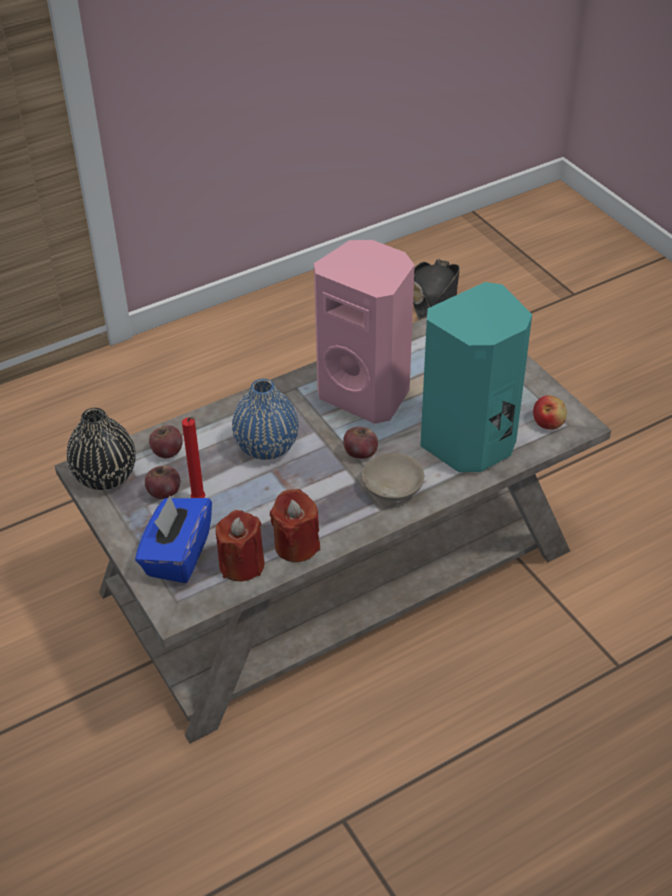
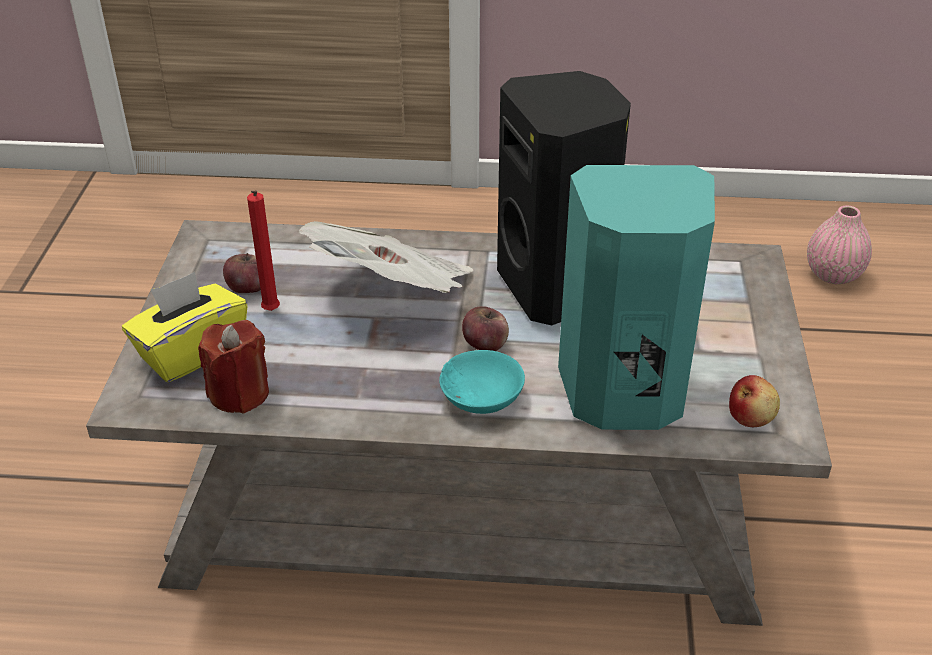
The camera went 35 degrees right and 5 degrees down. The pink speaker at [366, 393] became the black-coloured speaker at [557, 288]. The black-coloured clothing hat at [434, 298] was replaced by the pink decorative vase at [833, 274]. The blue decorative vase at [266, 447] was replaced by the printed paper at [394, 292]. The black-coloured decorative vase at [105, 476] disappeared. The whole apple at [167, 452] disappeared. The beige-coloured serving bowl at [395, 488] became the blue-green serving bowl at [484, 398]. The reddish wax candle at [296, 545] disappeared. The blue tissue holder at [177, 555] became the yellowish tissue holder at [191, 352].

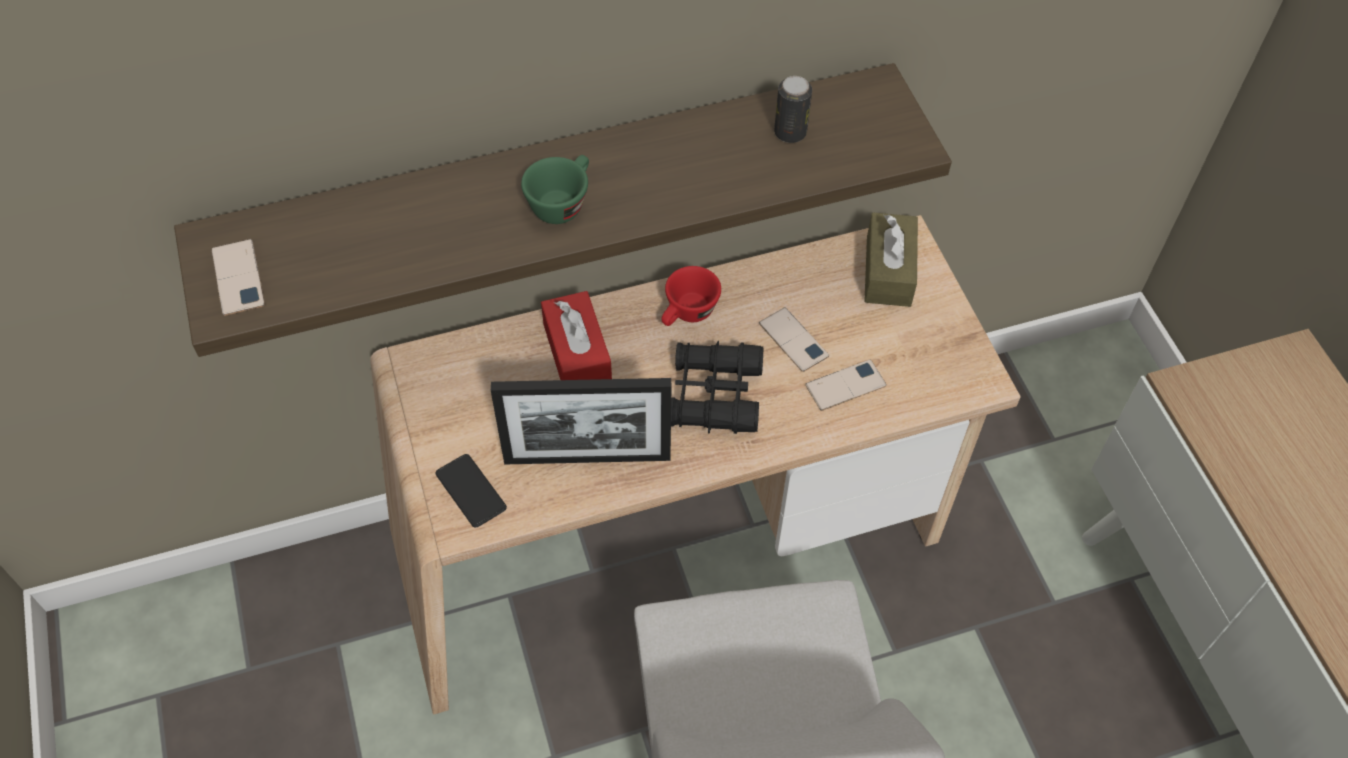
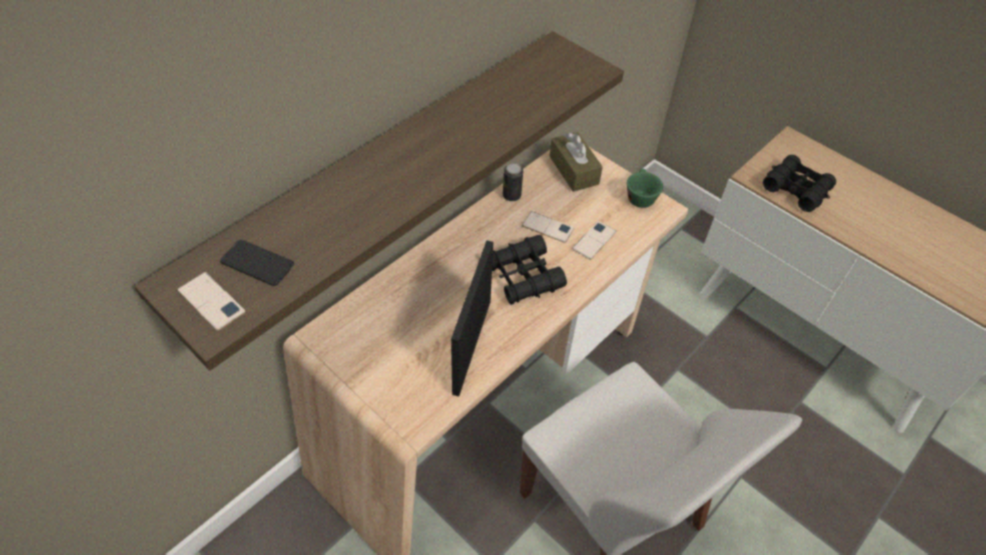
The camera went 30 degrees left and 5 degrees down. The sealed can moved from [790, 132] to [511, 195]. The green small cup moved from [562, 202] to [639, 196]. The reddish small cup at [687, 314] disappeared. The reddish tissue holder at [577, 353] disappeared. The picture frame at [587, 458] turned 135 degrees clockwise. The telephone moved from [471, 491] to [257, 263]. The black-coloured field glasses at [796, 189] appeared.

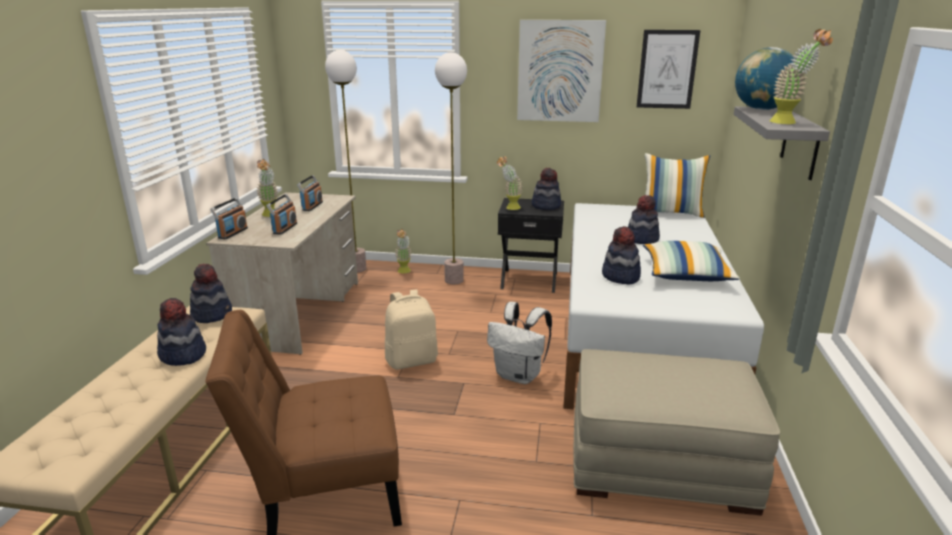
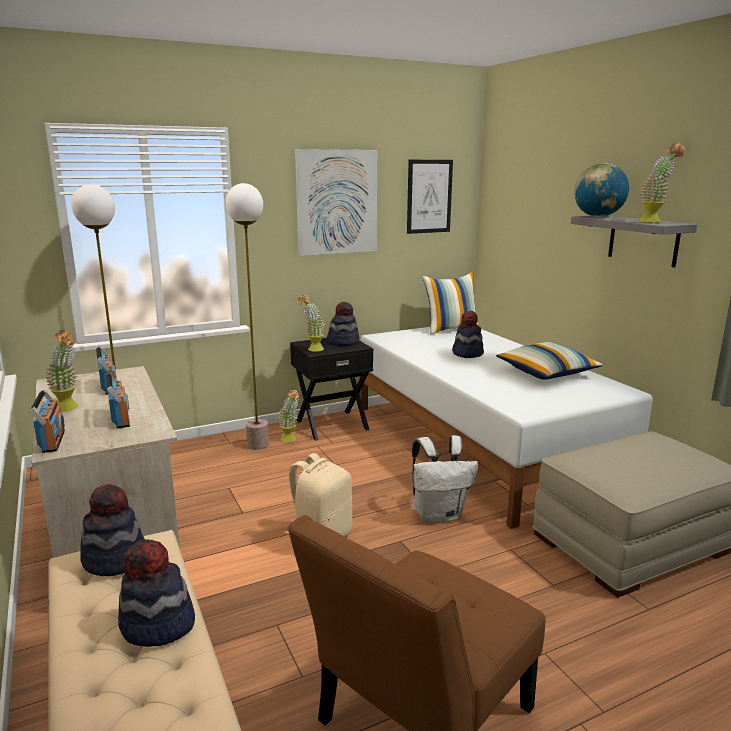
The camera went 35 degrees left and 5 degrees down. The clothing hat at [620, 277] disappeared. The potted plant moved from [404, 272] to [290, 440].

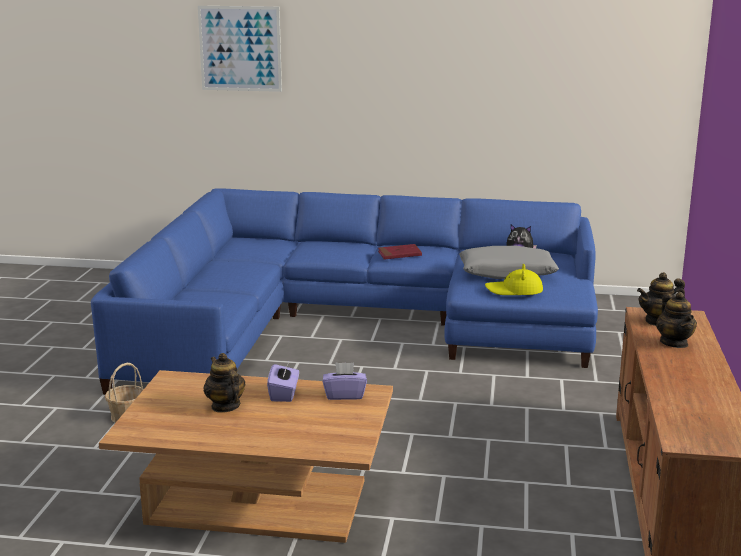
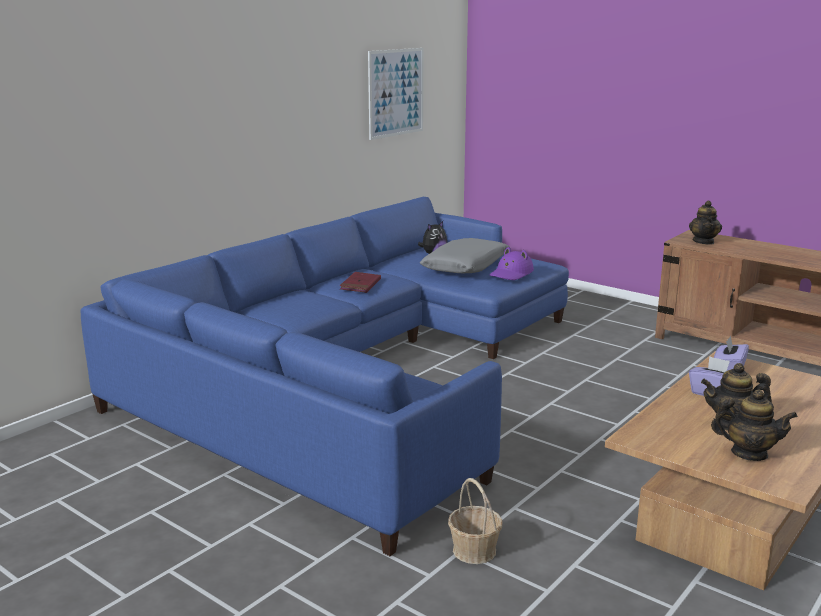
The camera went 60 degrees left and 0 degrees up. The wall art moved from [240, 48] to [396, 92]. The yellowish clothing hat at [514, 290] became the purple-coloured clothing hat at [511, 274]. The pot for tea moved from [674, 343] to [749, 453].

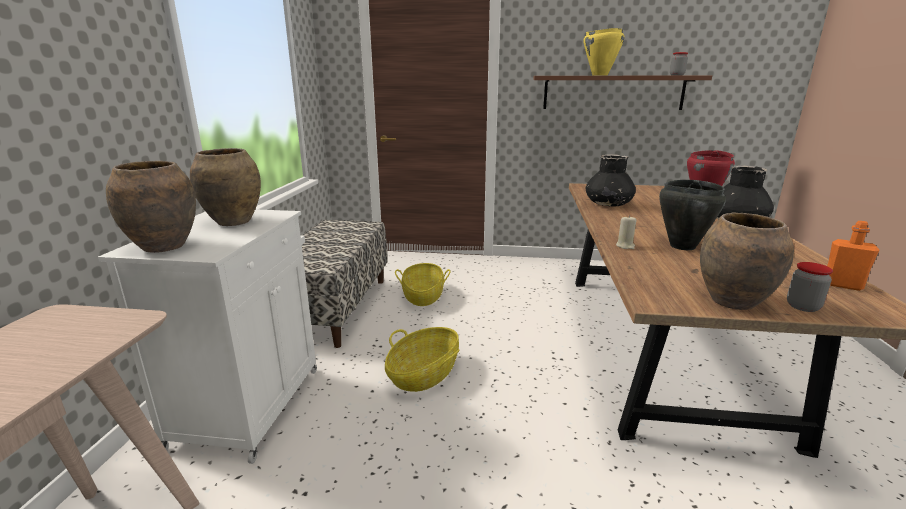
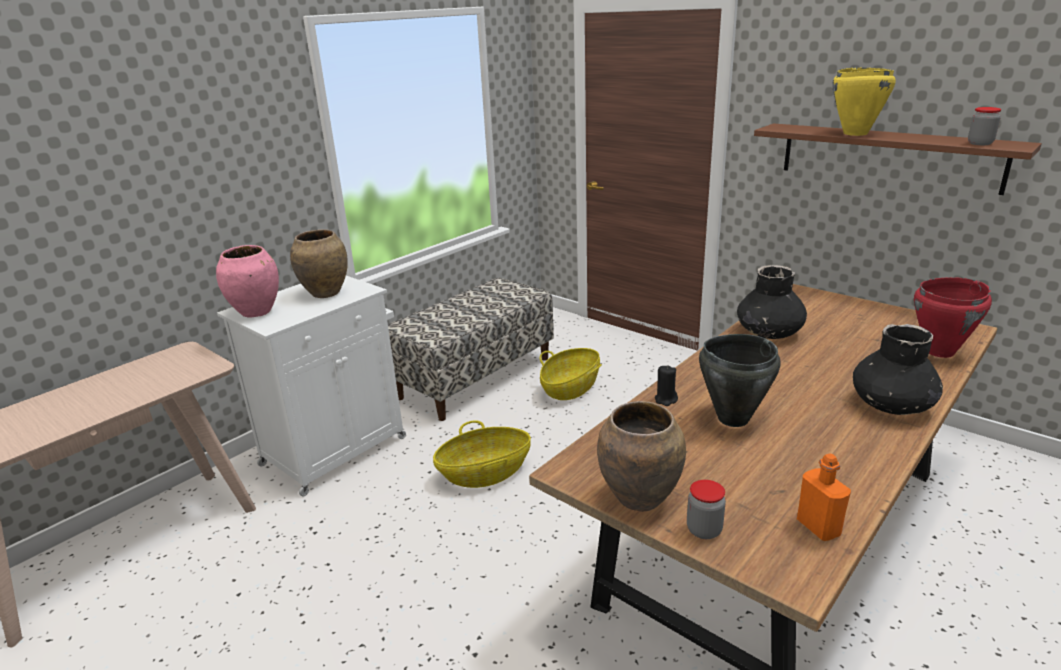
The camera went 35 degrees right and 5 degrees up. The brown-coloured decorative vase at [164, 247] became the pink decorative vase at [257, 312]. The beige-coloured wax candle at [625, 246] became the black-coloured wax candle at [666, 400].

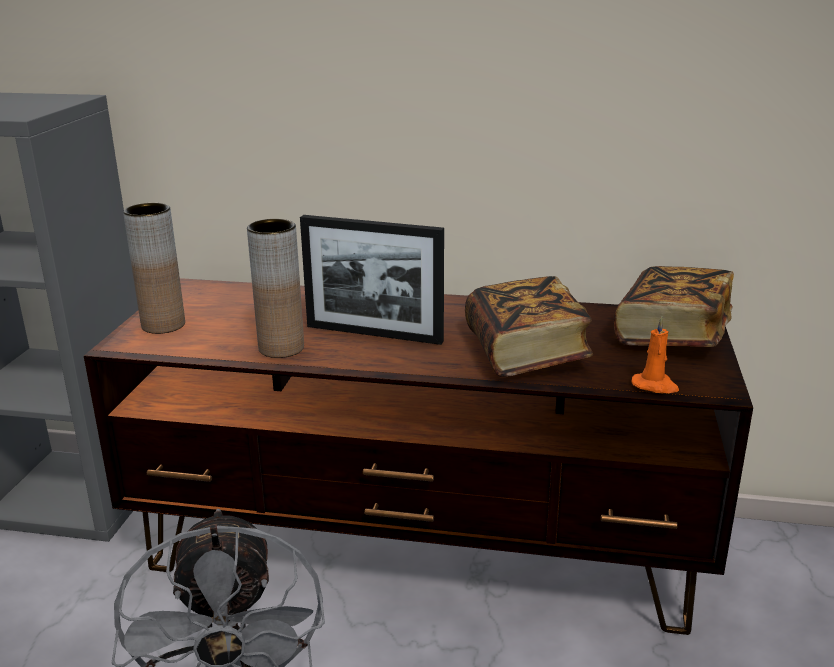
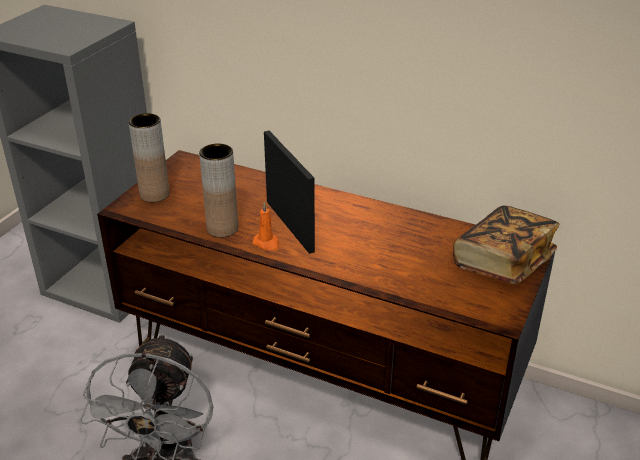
The camera went 15 degrees right and 10 degrees up. The picture frame at [374, 334] turned 150 degrees counterclockwise. The bound book at [525, 352] disappeared. The orange wax candle moved from [655, 386] to [267, 243].

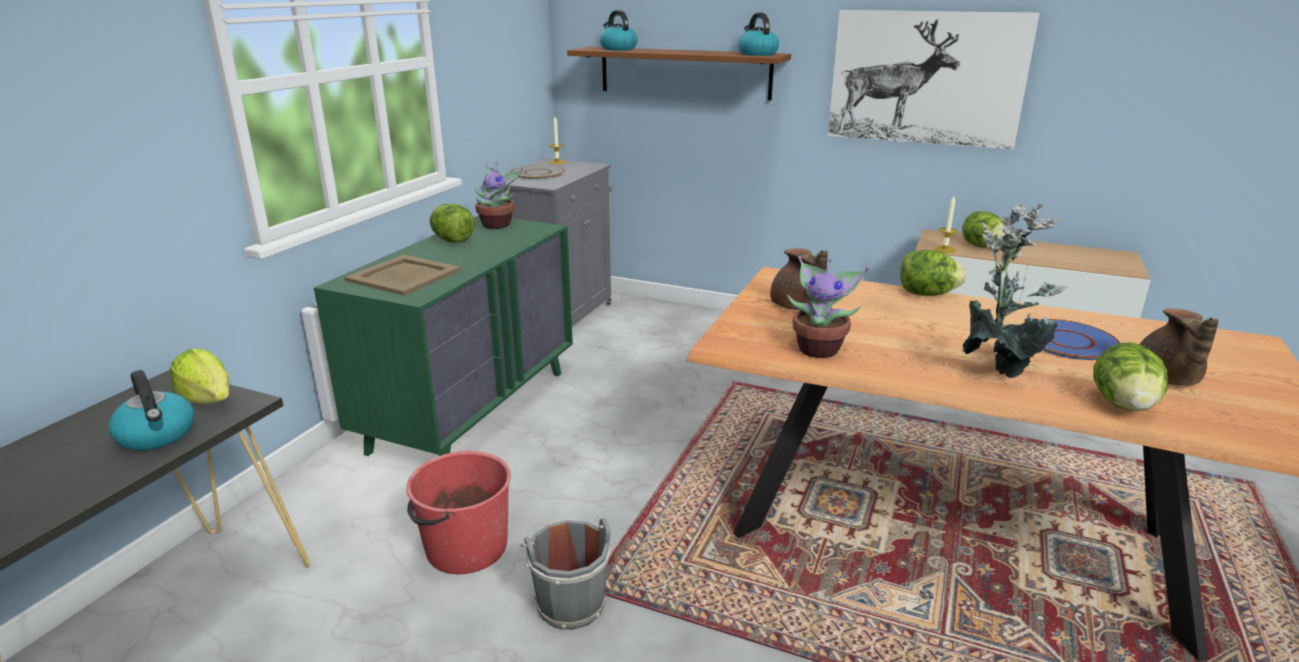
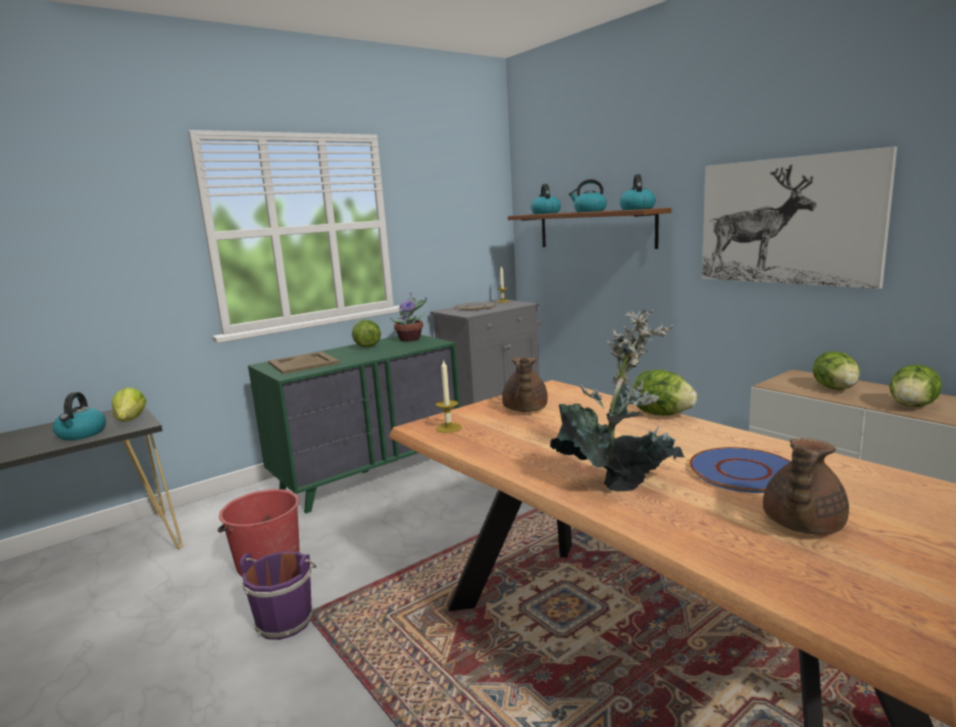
The camera went 30 degrees right and 10 degrees down. The wax candle moved from [945, 249] to [448, 428]. The potted plant at [819, 349] disappeared. The head of lettuce moved from [1123, 405] to [912, 406]. The grey pail at [569, 602] became the purple-coloured pail at [285, 619]. The tea kettle at [589, 211] appeared.

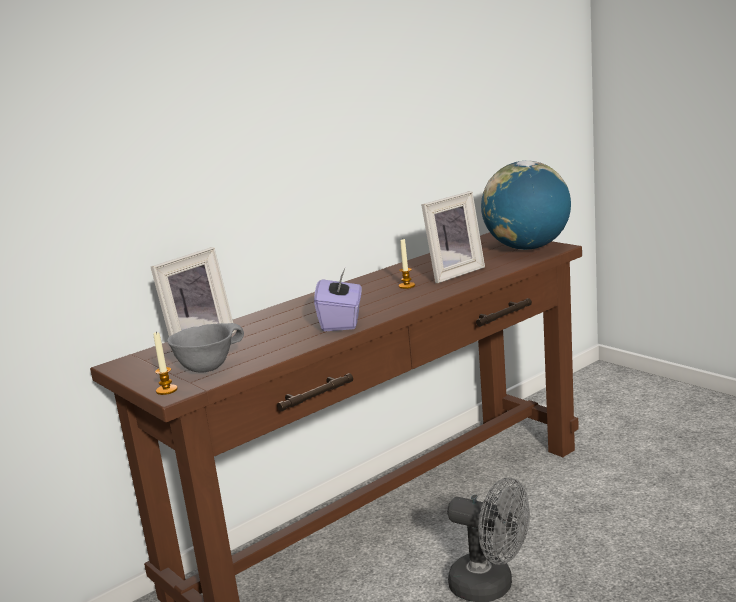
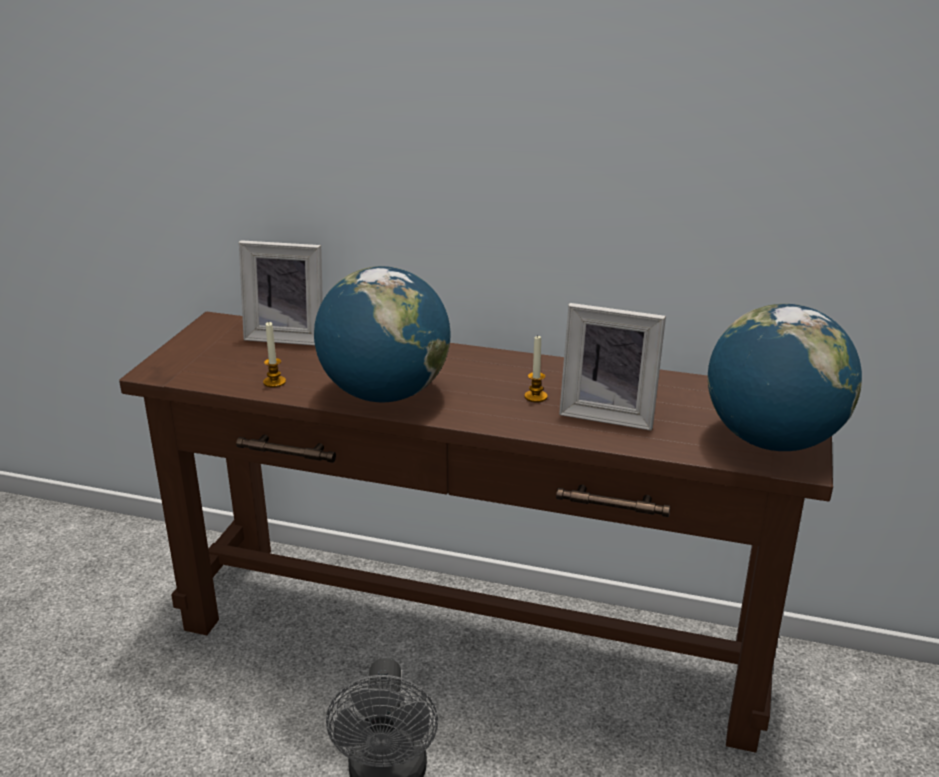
The camera went 55 degrees right and 10 degrees up. The purple-coloured tissue holder at [342, 322] was replaced by the globe at [384, 394]. The grey serving bowl at [207, 368] disappeared. The wax candle moved from [166, 390] to [274, 382].

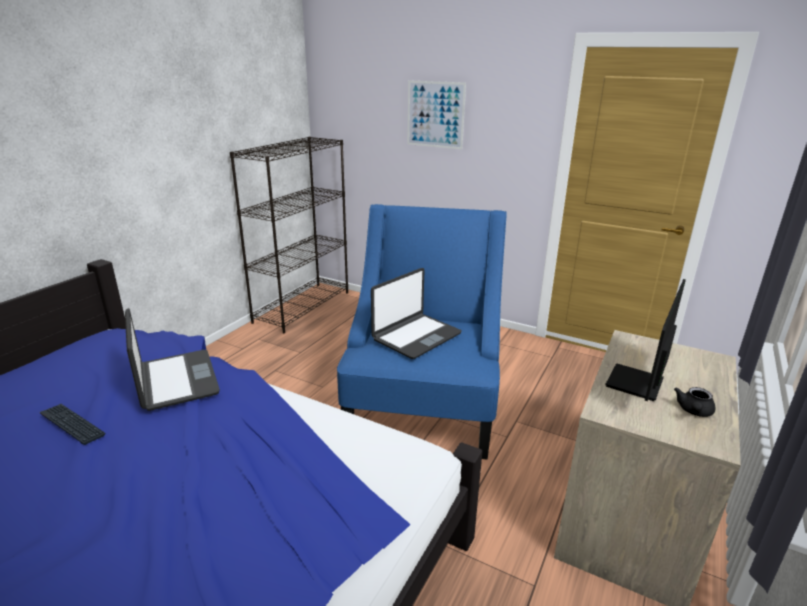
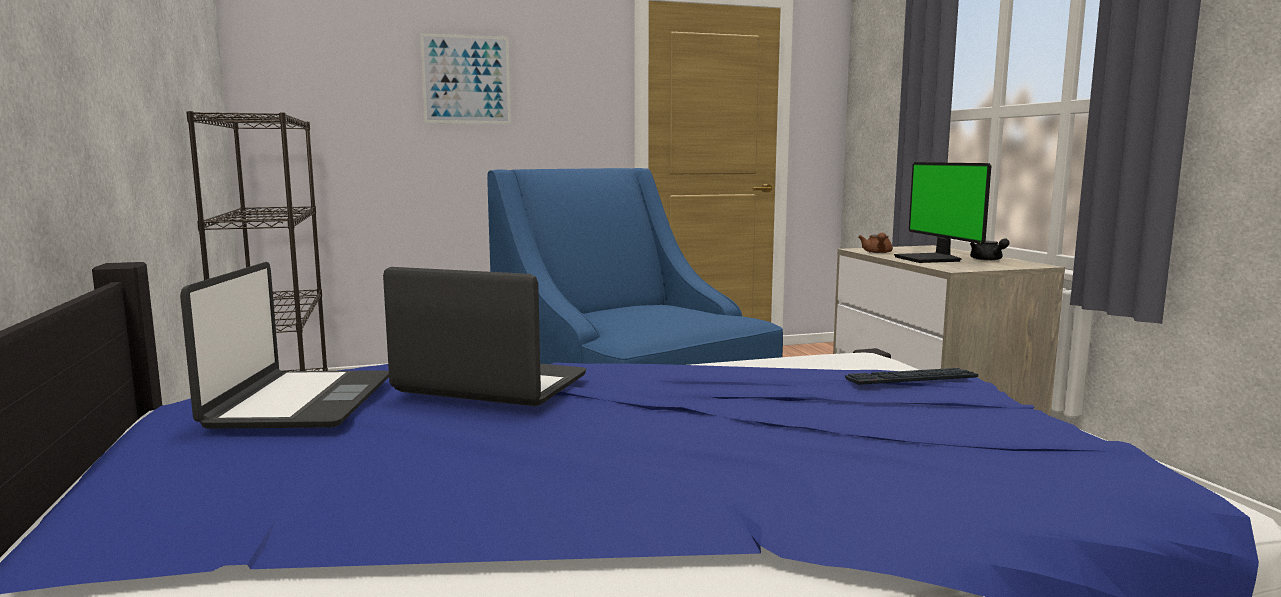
The camera went 45 degrees left and 15 degrees down. The notebook computer moved from [416, 336] to [299, 402]. The keyboard moved from [72, 424] to [911, 379]. The brown-coloured pot for tea at [877, 252] appeared.

